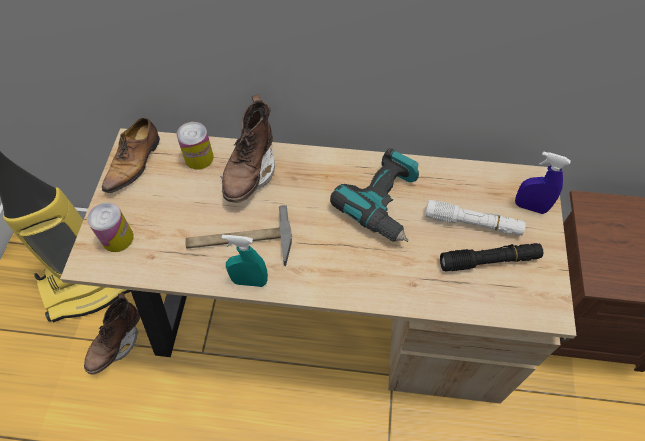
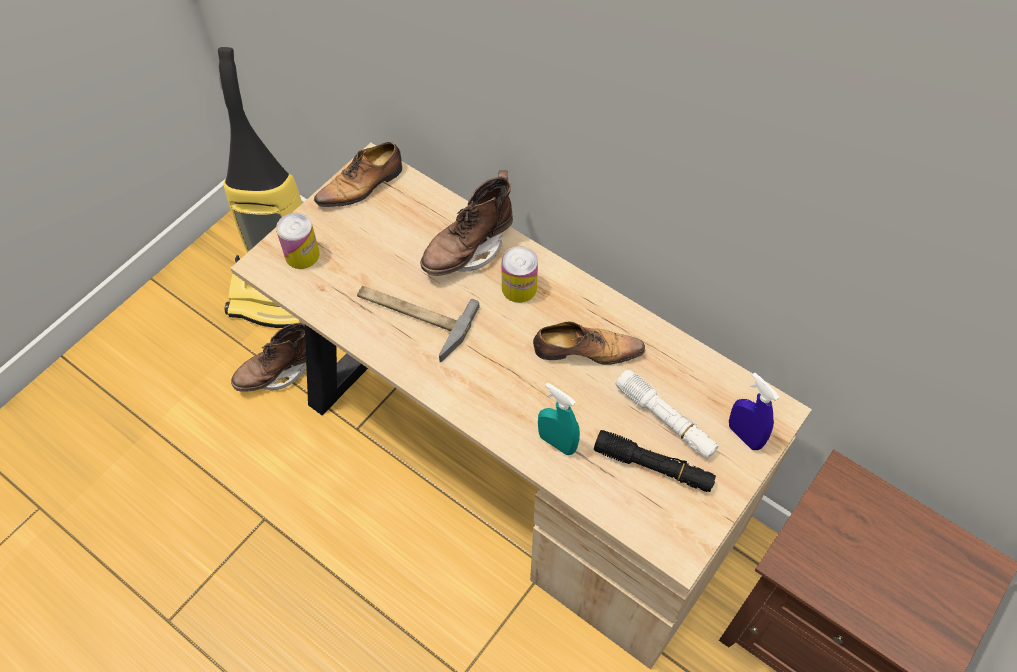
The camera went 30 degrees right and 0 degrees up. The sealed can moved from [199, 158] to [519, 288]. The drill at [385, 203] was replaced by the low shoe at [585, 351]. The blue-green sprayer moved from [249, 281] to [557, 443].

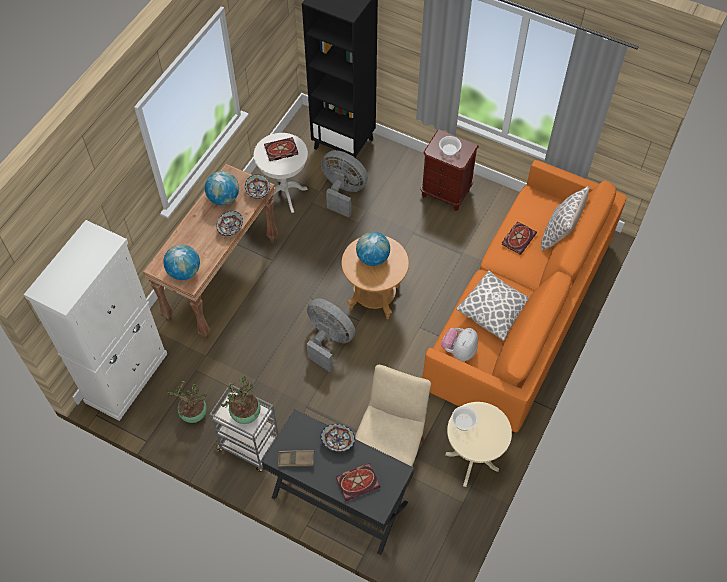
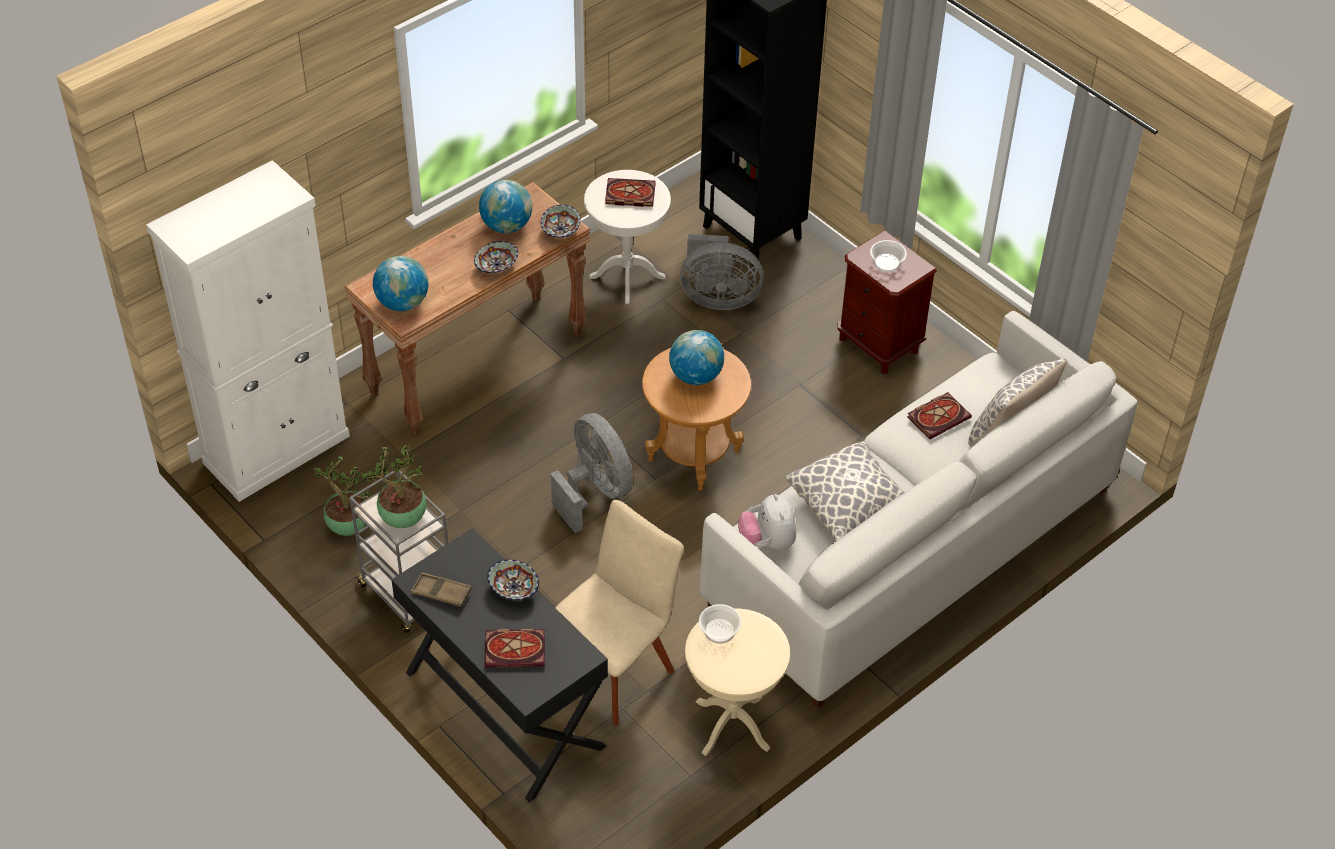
The camera went 20 degrees right and 10 degrees down. The grey fan at [343, 192] turned 135 degrees clockwise. The orange couch at [519, 315] became the white-coloured couch at [911, 547]. The soft toy at [459, 351] turned 60 degrees counterclockwise.

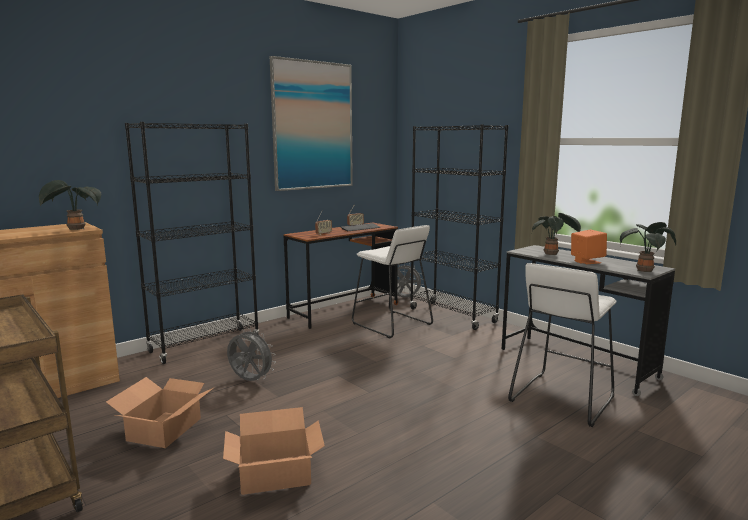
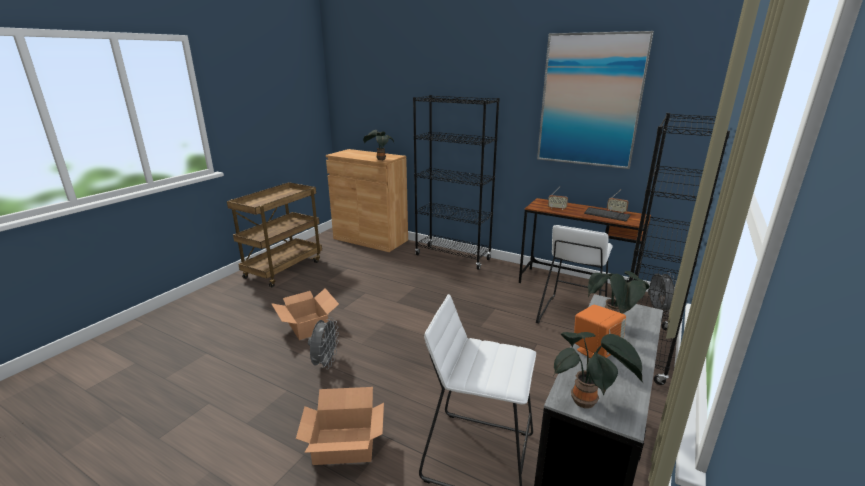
The camera went 70 degrees right and 10 degrees up. The grey fan moved from [250, 381] to [325, 363]. The packing box moved from [163, 429] to [344, 444].

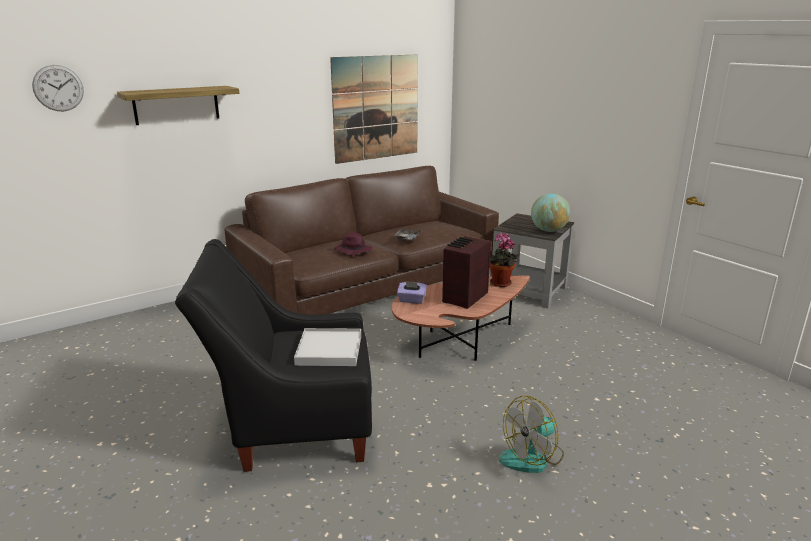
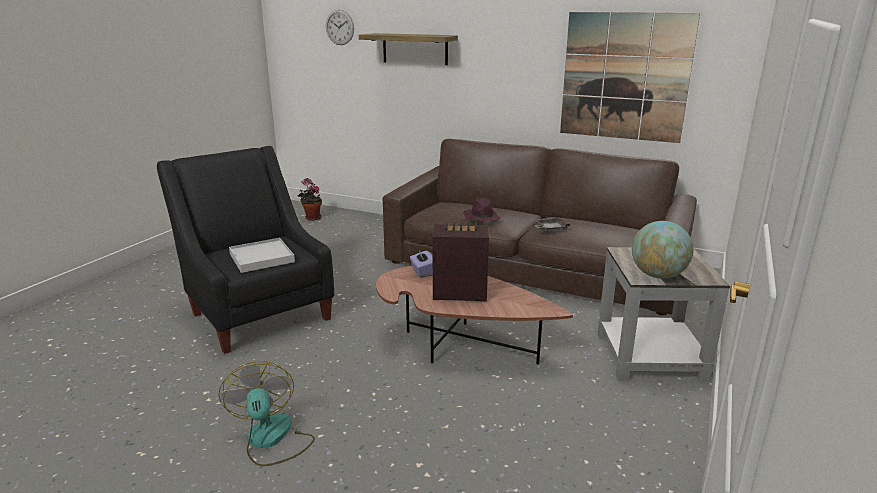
The camera went 60 degrees right and 0 degrees up. The potted plant moved from [500, 284] to [311, 218]. The fan at [532, 457] turned 45 degrees clockwise.

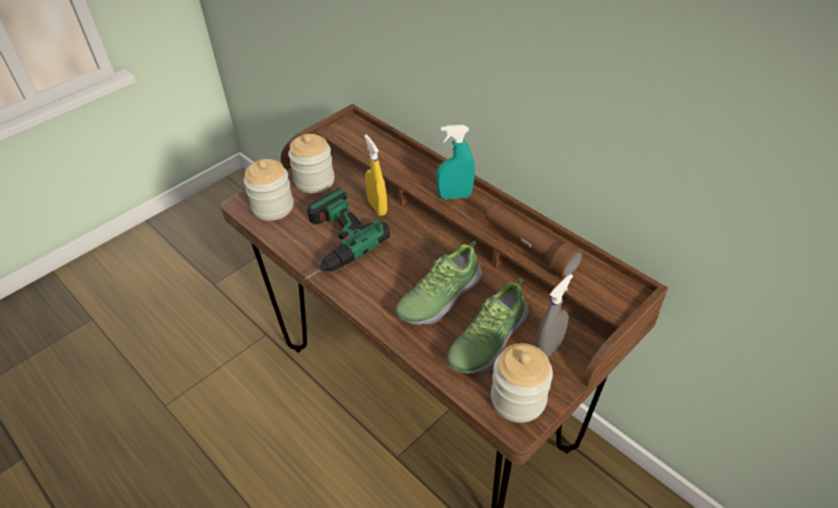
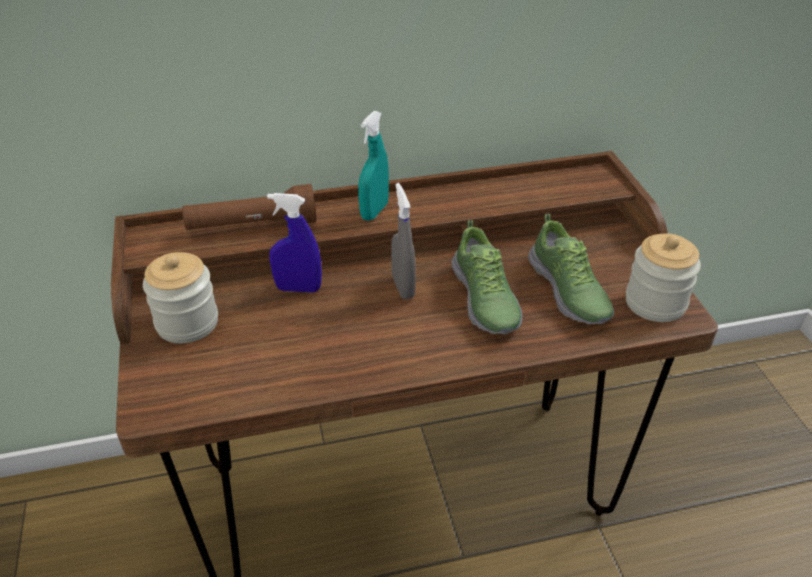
The camera went 60 degrees left and 5 degrees down. The yellowish sprayer at [377, 207] became the blue sprayer at [298, 288]. The jar at [273, 207] disappeared. The drill at [329, 243] disappeared. The brown-coloured torch moved from [529, 248] to [252, 226]. The grey sprayer moved from [548, 349] to [403, 287].

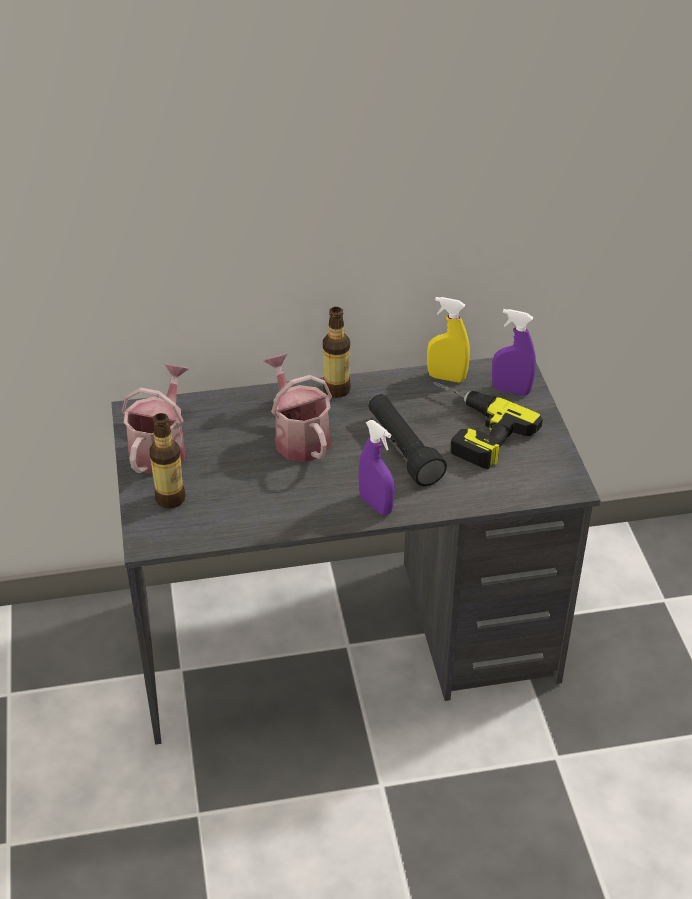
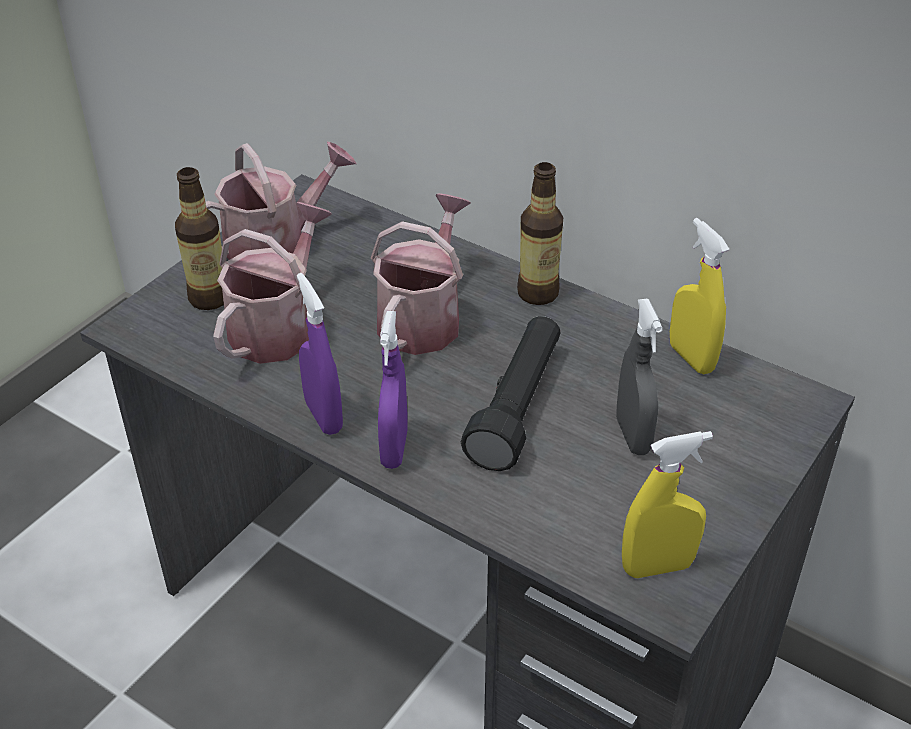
The camera went 45 degrees right and 0 degrees up. The purple-coloured sprayer moved from [511, 390] to [323, 416]. The drill at [468, 429] was replaced by the grey sprayer at [633, 436]. The watering pot at [278, 326] appeared. The yellowish sprayer at [657, 567] appeared.

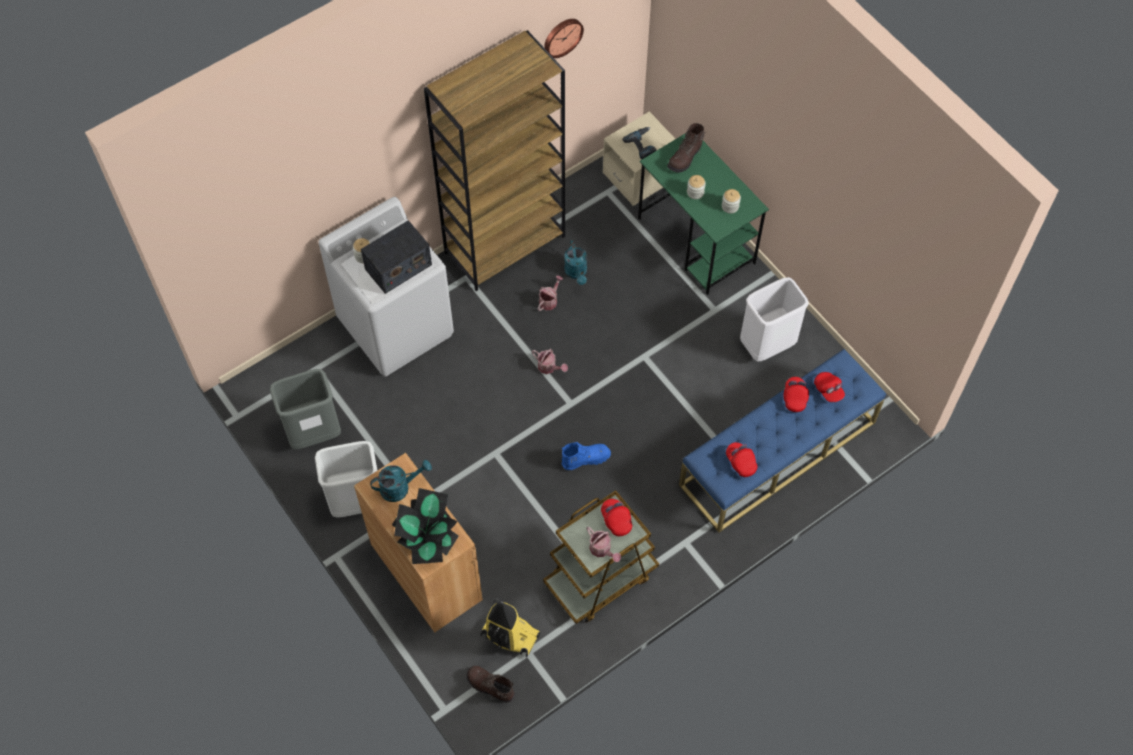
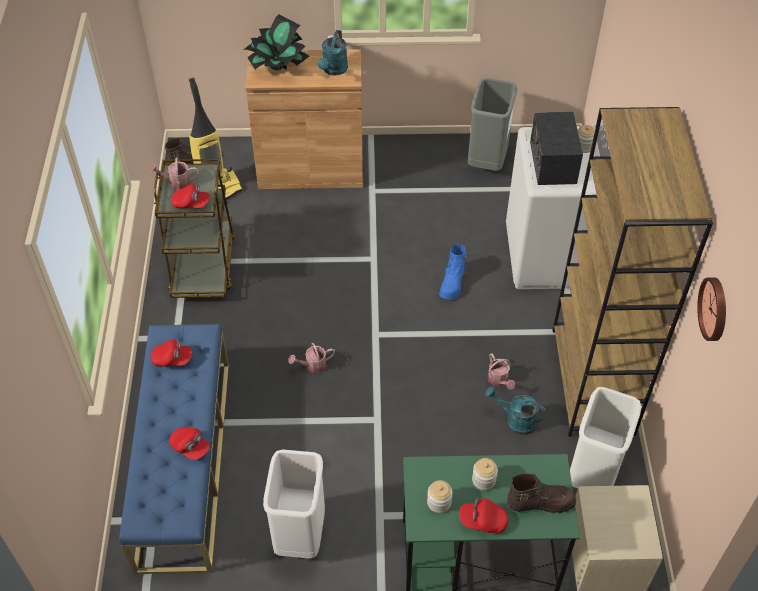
The camera went 125 degrees right and 10 degrees down. The brown-coloured tall boot at [685, 157] turned 105 degrees clockwise. The drill at [643, 145] disappeared. The watering pot moved from [549, 367] to [313, 365]. The reddish peaked cap moved from [828, 390] to [483, 521]. The white-coloured waste bin moved from [357, 502] to [592, 474]. The blue tall boot moved from [585, 459] to [452, 283].

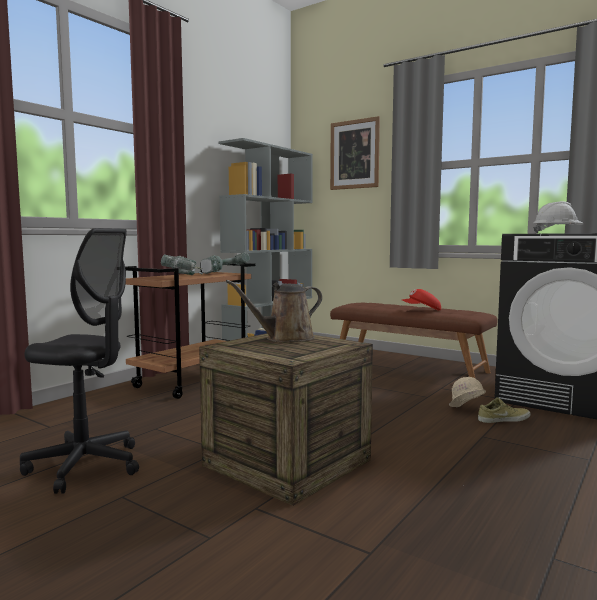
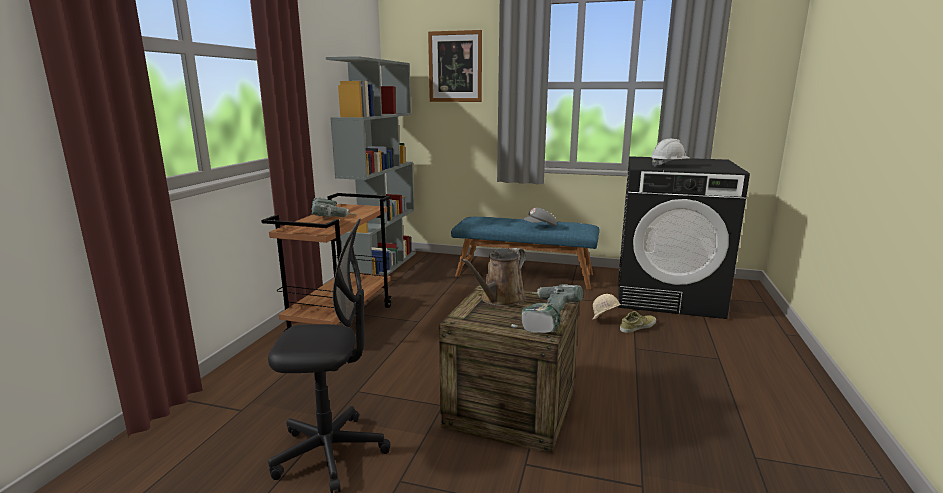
The camera went 20 degrees left and 10 degrees up. The drill moved from [223, 273] to [545, 320]. The reddish peaked cap at [421, 310] became the grey peaked cap at [539, 226]. The brown-coloured indoor bench at [409, 366] became the blue indoor bench at [524, 275].

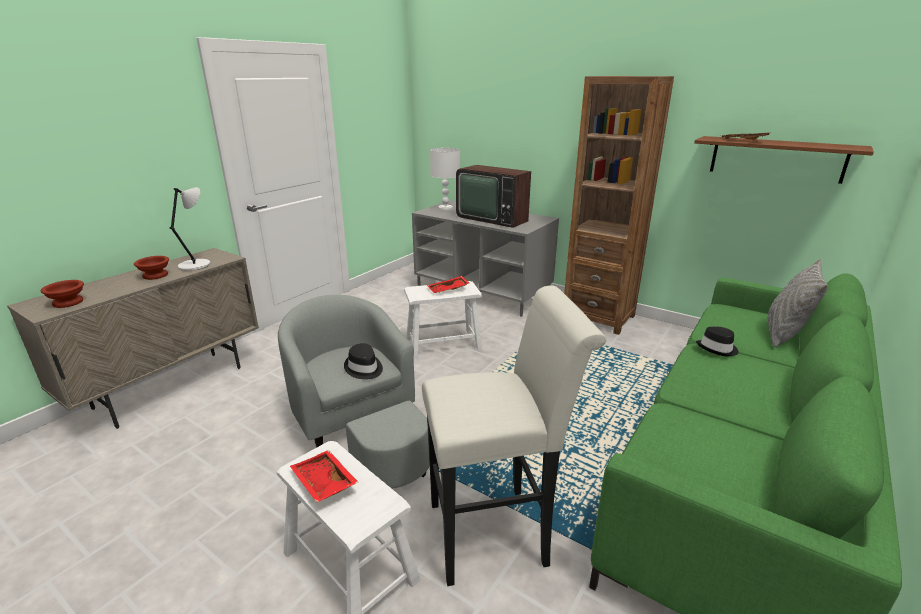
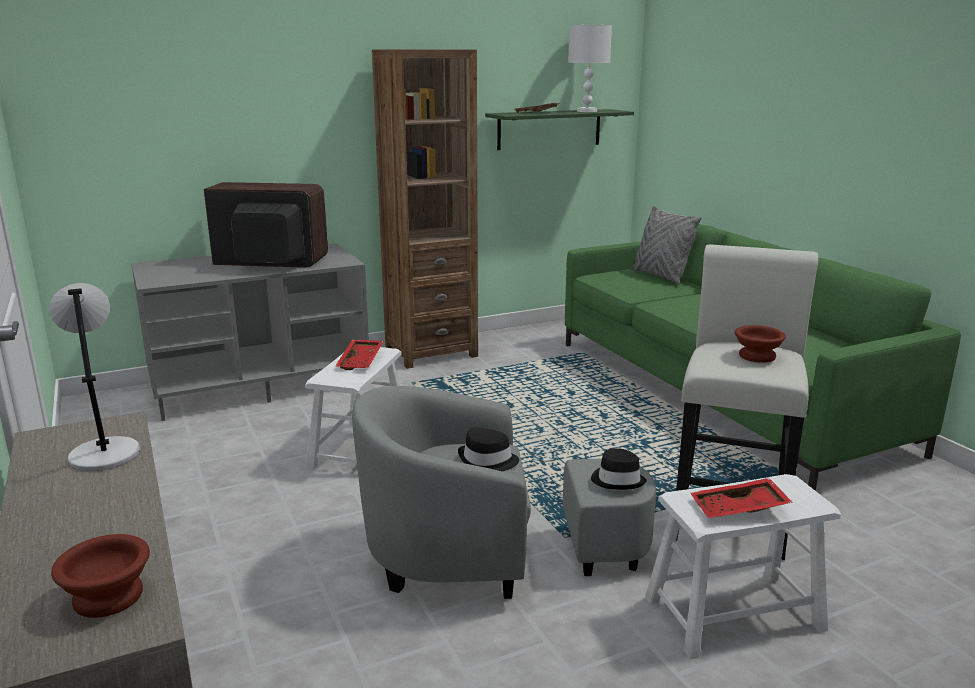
The camera went 60 degrees left and 5 degrees down. The brown-coloured bracket shelf at [776, 159] became the green bracket shelf at [549, 129]. The white-coloured lamp for a table moved from [445, 208] to [586, 111]. The TV set at [493, 218] turned 150 degrees counterclockwise. The brown-coloured serving bowl moved from [154, 275] to [756, 356]. The black-coloured clothing hat moved from [717, 348] to [618, 480].

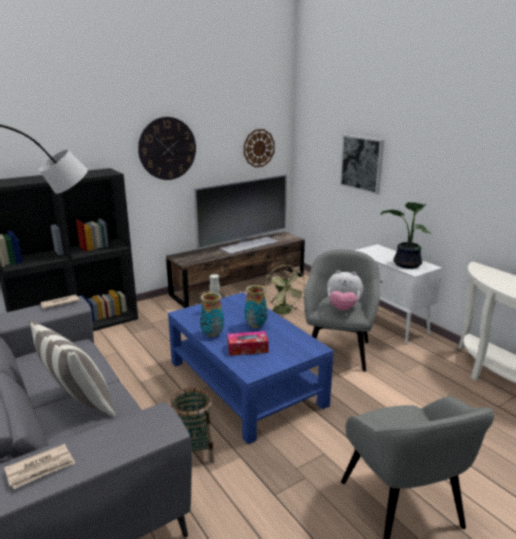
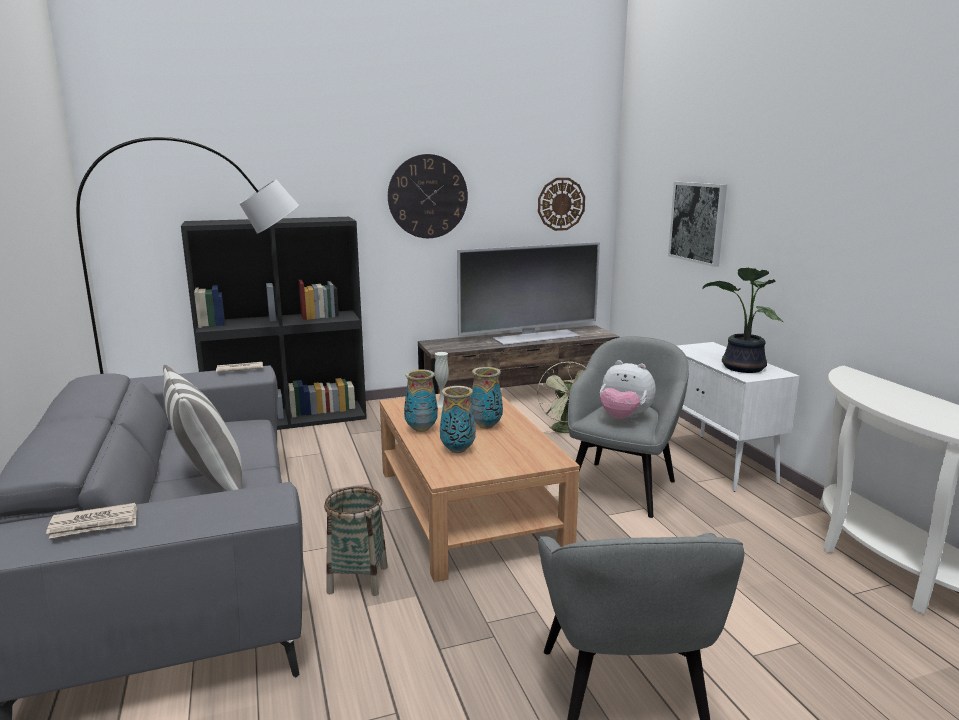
The camera went 15 degrees right and 5 degrees down. The blue coffee table at [244, 382] became the brown-coloured coffee table at [467, 508]. The tissue holder at [247, 348] was replaced by the decorative vase at [458, 450].

